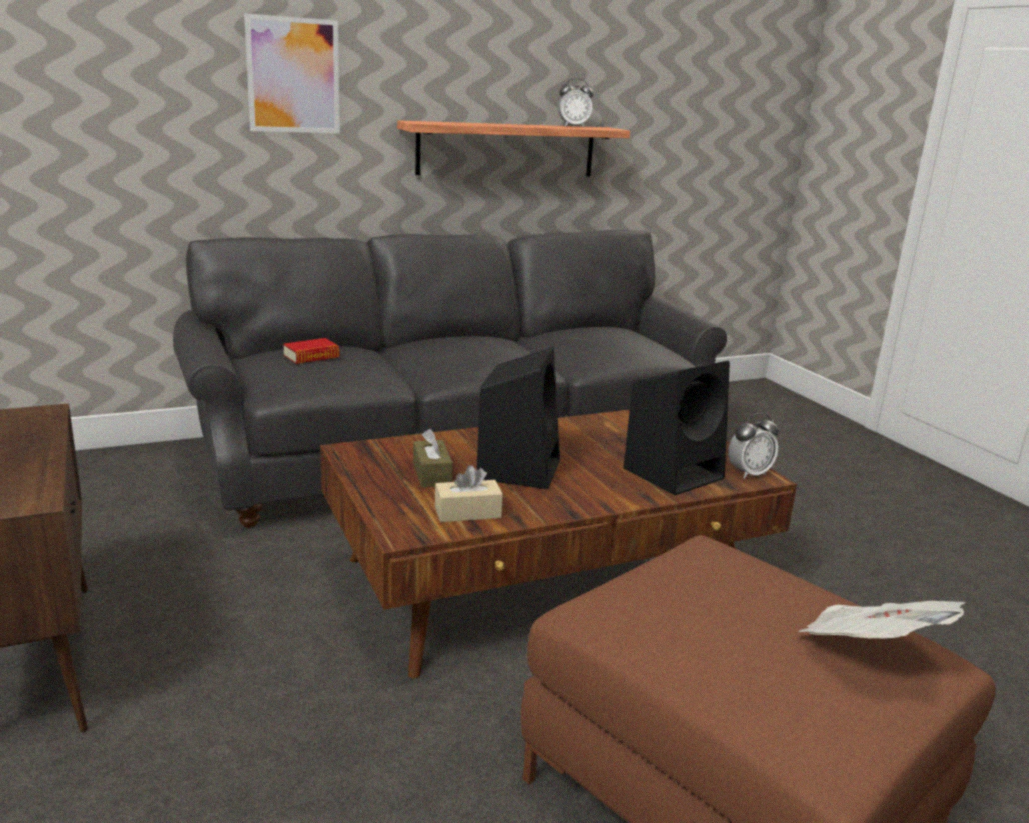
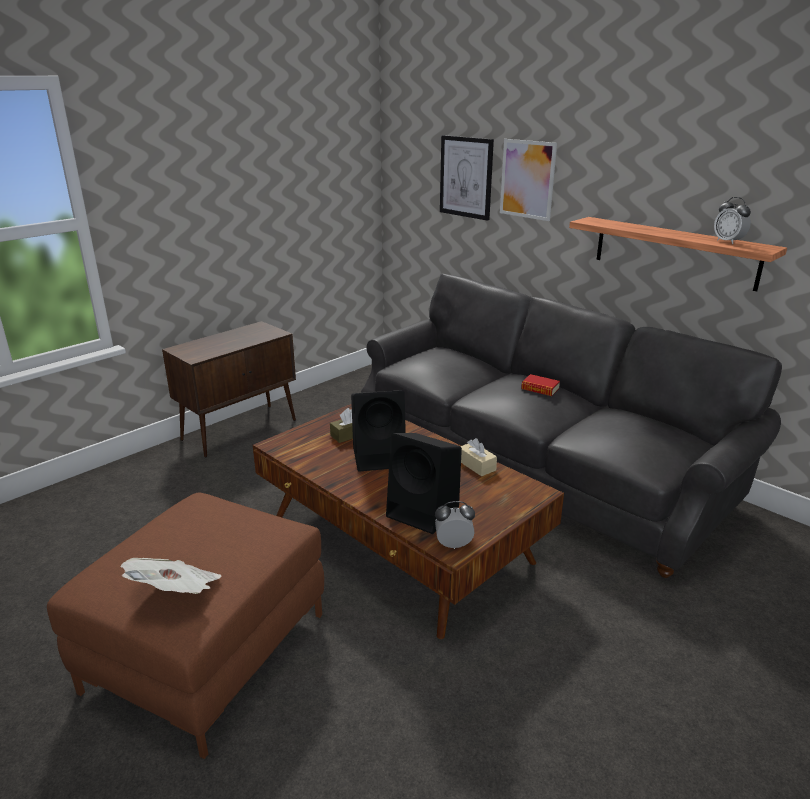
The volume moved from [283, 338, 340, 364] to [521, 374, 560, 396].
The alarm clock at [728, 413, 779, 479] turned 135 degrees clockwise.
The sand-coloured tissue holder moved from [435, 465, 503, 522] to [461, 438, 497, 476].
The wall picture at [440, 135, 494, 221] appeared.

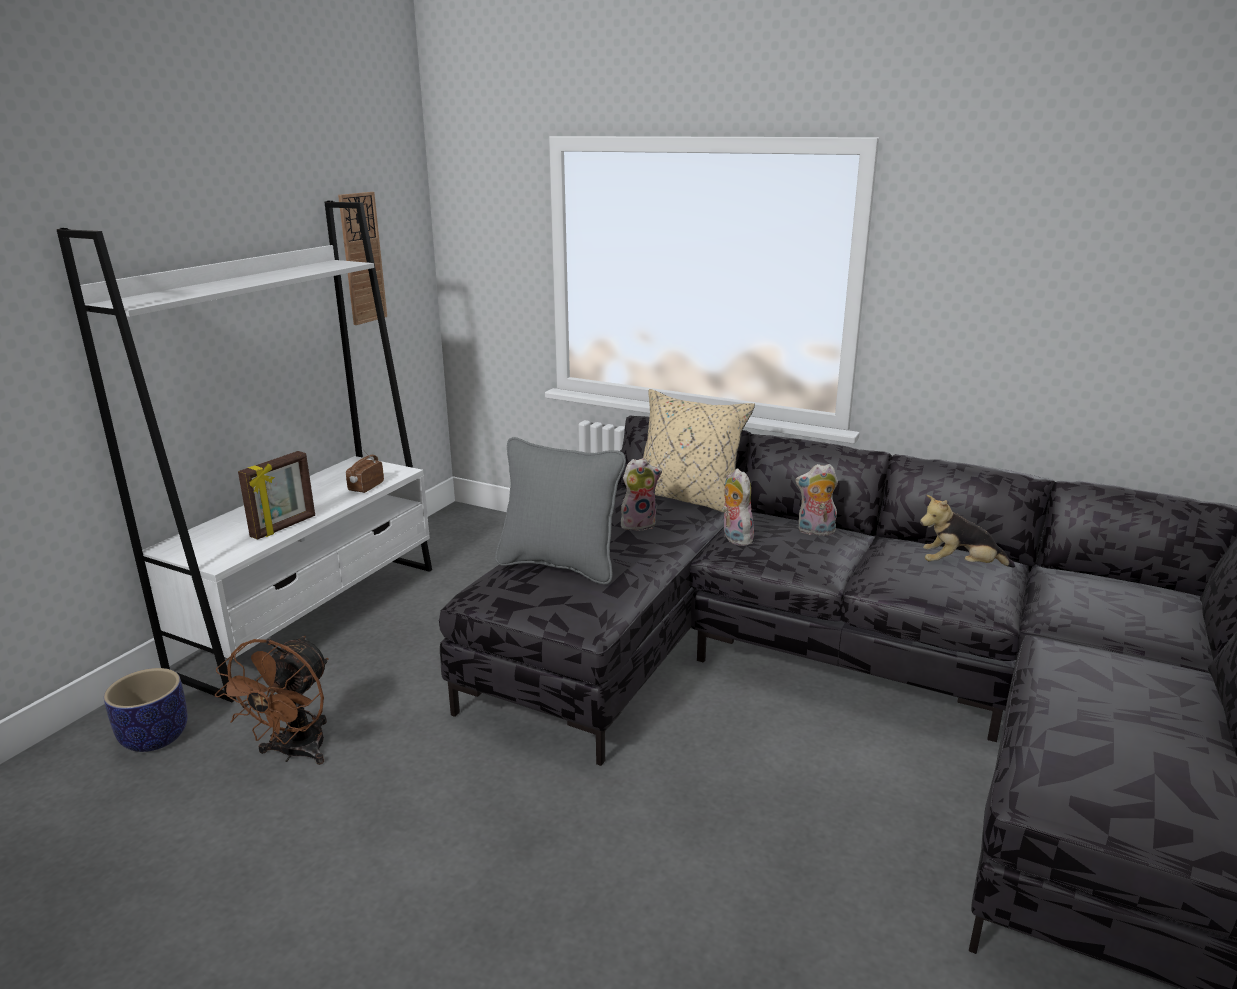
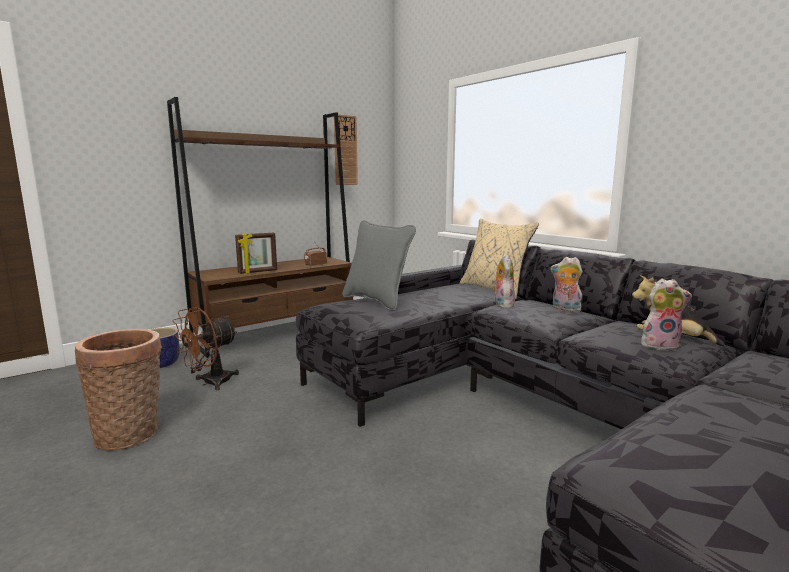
The white shelving unit at [57, 201, 432, 702] became the brownish shelving unit at [167, 97, 353, 358].
The soft toy moved from [621, 458, 662, 531] to [641, 279, 692, 351].
The storage basket at [75, 329, 162, 451] appeared.

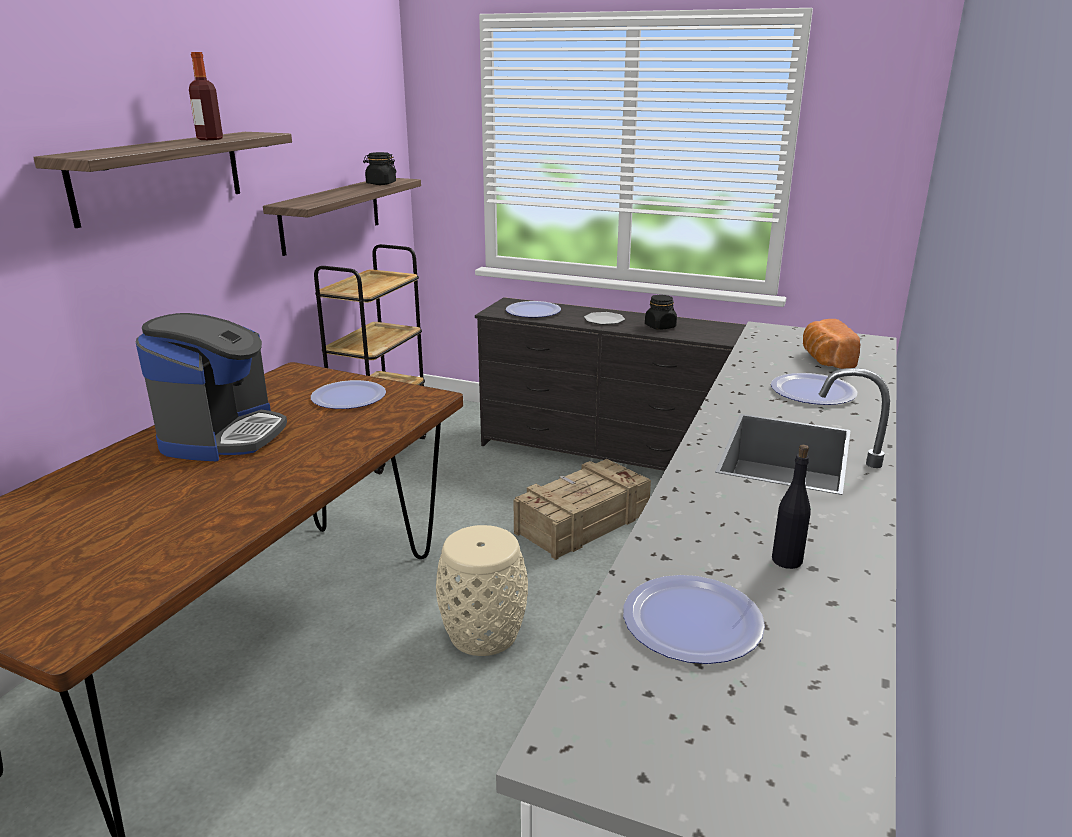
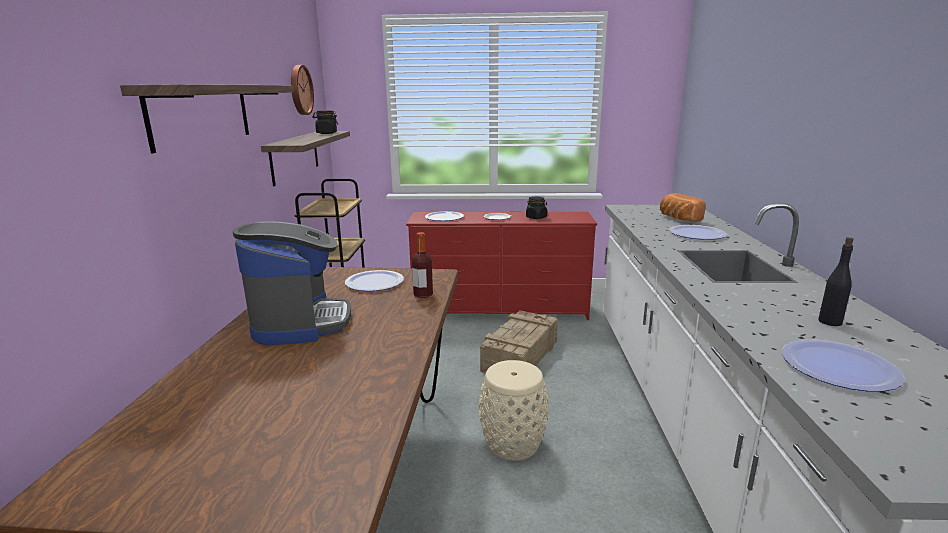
The drink bottle moved from [189, 52, 223, 140] to [412, 232, 433, 298].
The black dresser at [475, 297, 746, 471] became the reddish dresser at [406, 212, 597, 320].
The hanging clock at [291, 65, 314, 115] appeared.

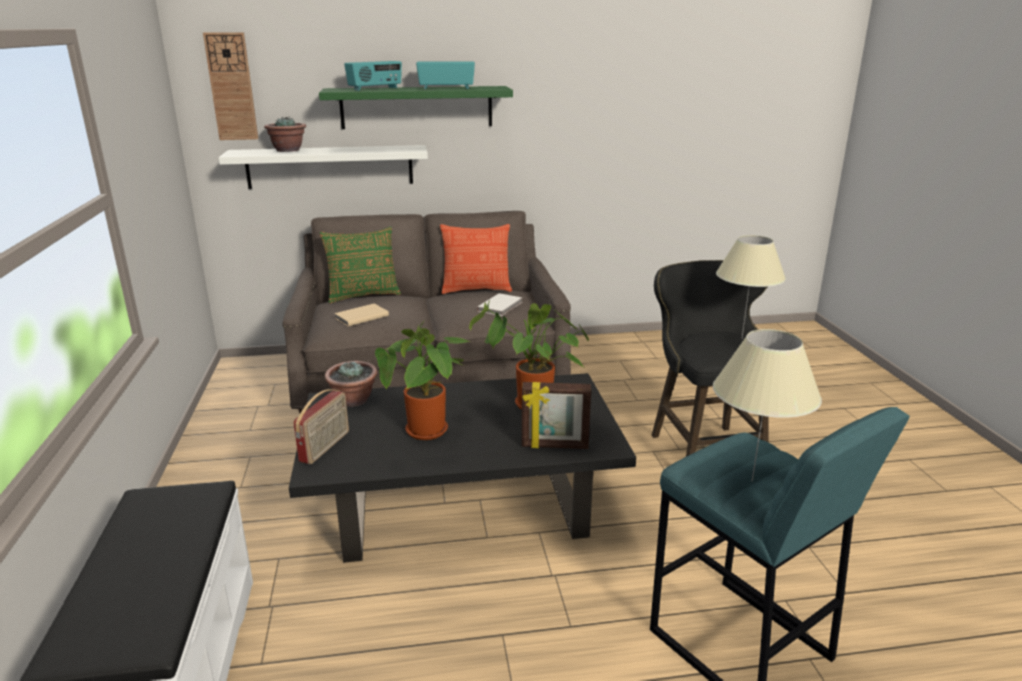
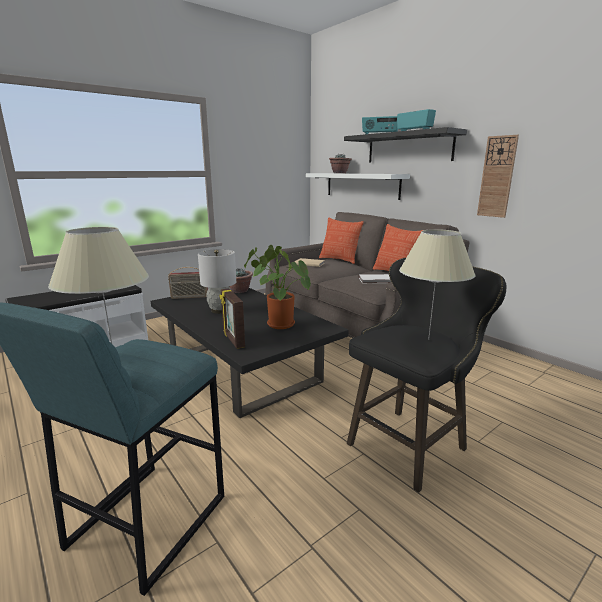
The hanging clock moved from [203, 32, 258, 140] to [477, 135, 519, 218].
The greenish shelf at [319, 86, 513, 129] became the black shelf at [344, 127, 467, 163].
The greenish throw pillow at [320, 227, 401, 304] became the orangey throw pillow at [319, 218, 364, 264].
The houseplant at [375, 321, 470, 440] was replaced by the white tabletop lamp at [198, 249, 236, 314].

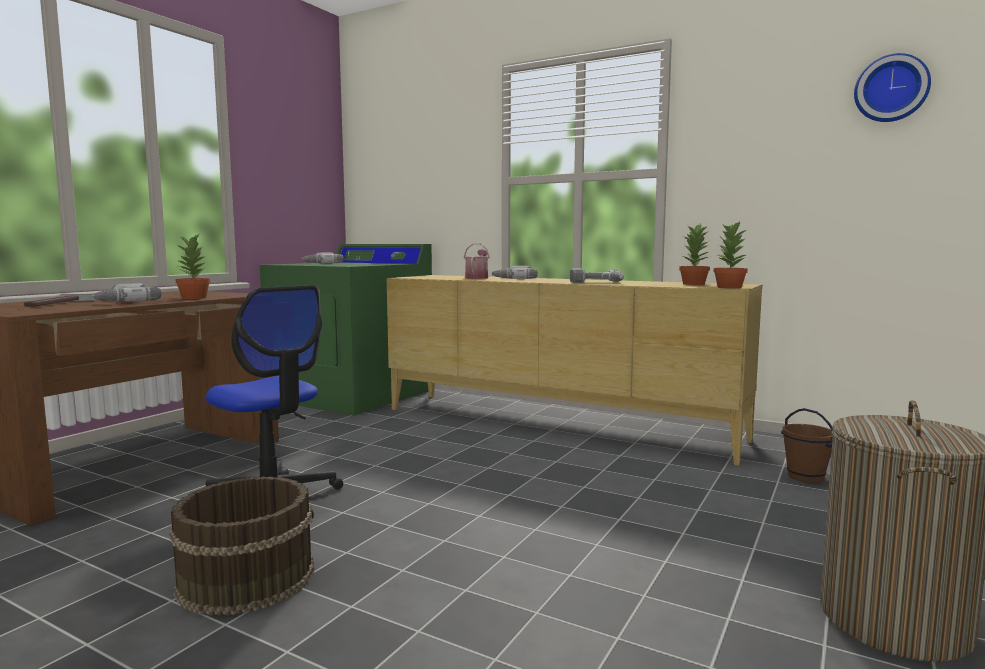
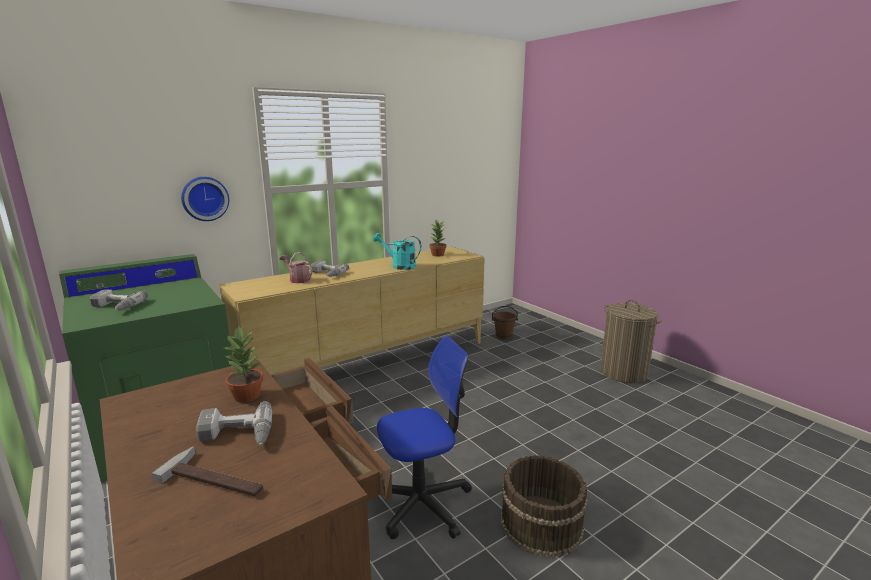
The hanging clock moved from [854, 53, 931, 122] to [181, 177, 229, 221].
The houseplant at [714, 221, 748, 289] disappeared.
The power drill at [570, 268, 624, 283] was replaced by the blue-green sprinkling can at [373, 233, 421, 270].

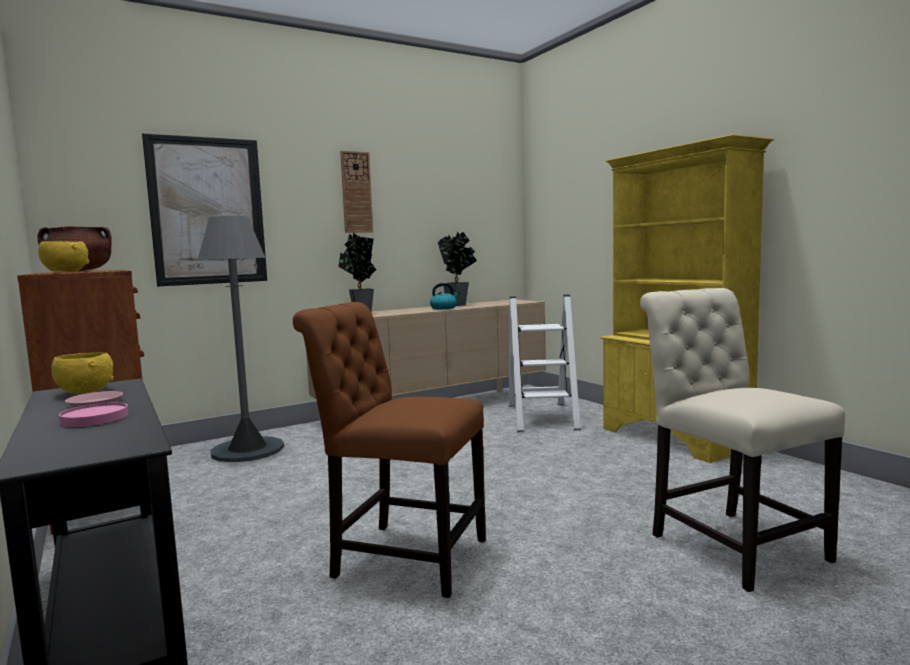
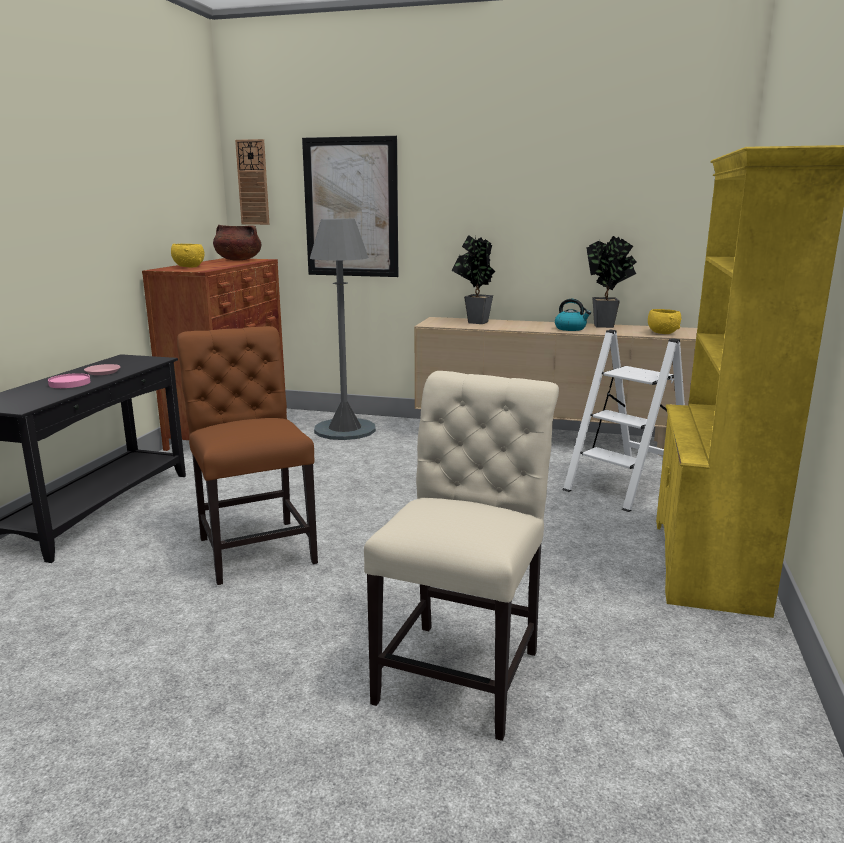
The hanging clock moved from [340, 151, 373, 233] to [235, 139, 269, 225].
The yellowish deep dish moved from [51, 352, 114, 394] to [648, 309, 681, 334].

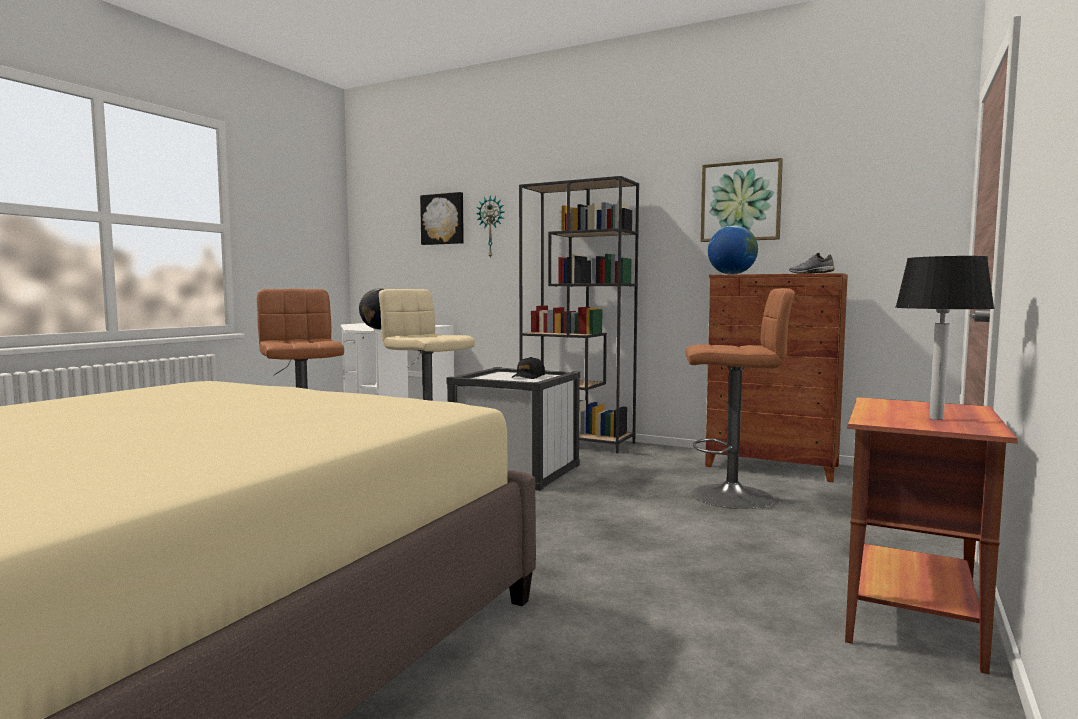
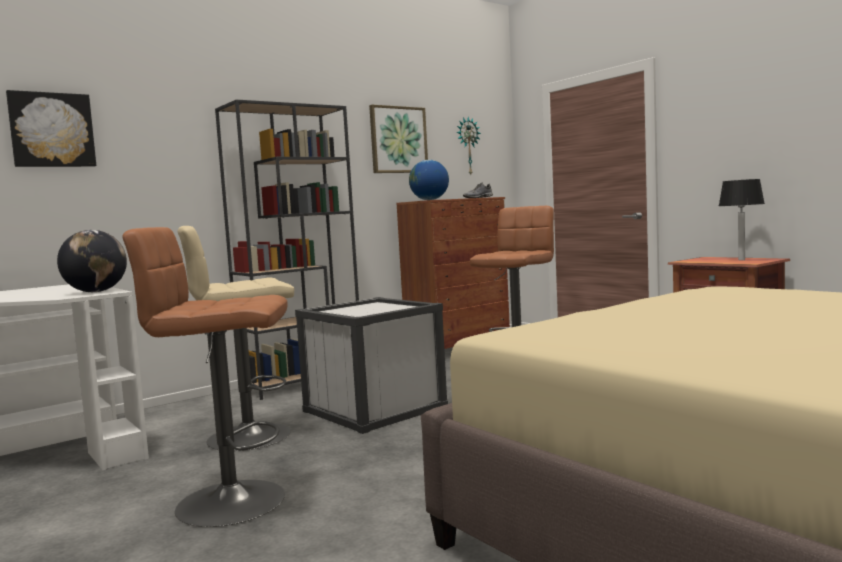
The hanging clock moved from [476, 196, 505, 259] to [456, 117, 481, 174].
The black peaked cap at [512, 357, 545, 379] disappeared.

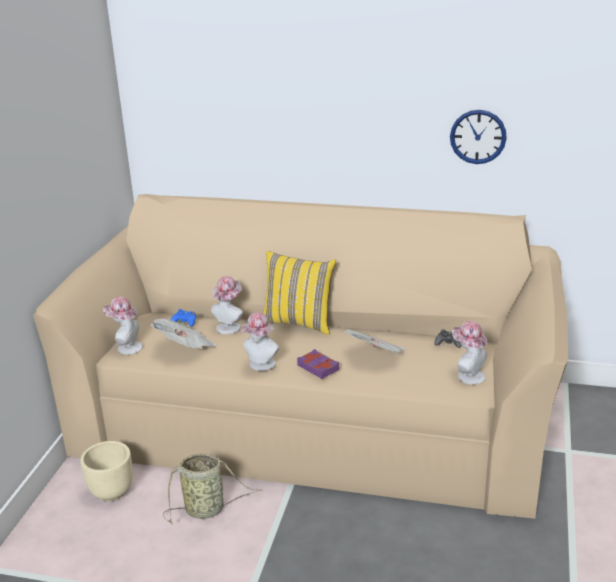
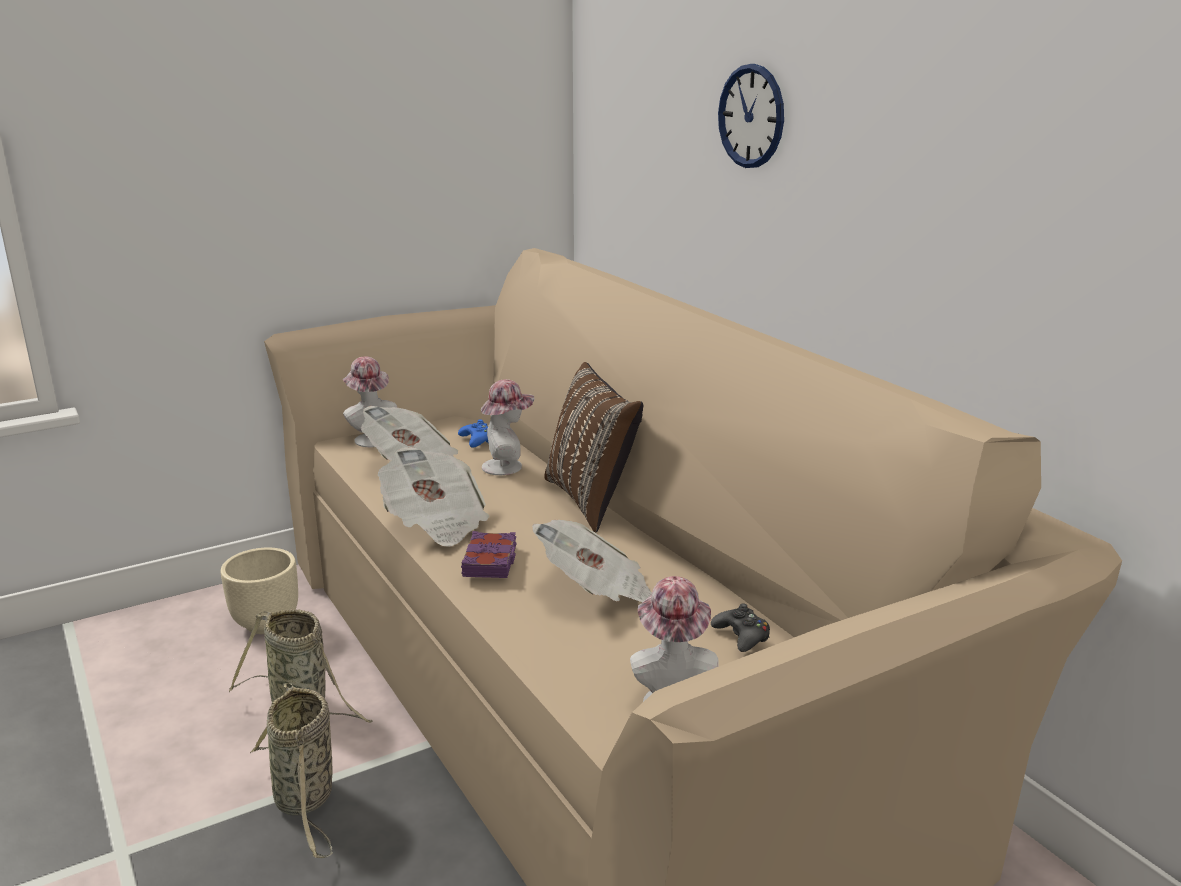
The hanging clock moved from [450, 110, 507, 164] to [718, 64, 784, 168].
The yellowish throw pillow at [263, 251, 336, 335] became the brownish throw pillow at [544, 362, 643, 532].
The wearable hat at [242, 312, 279, 371] was replaced by the daily paper at [378, 447, 489, 547].
The storage basket at [250, 683, 332, 858] appeared.

